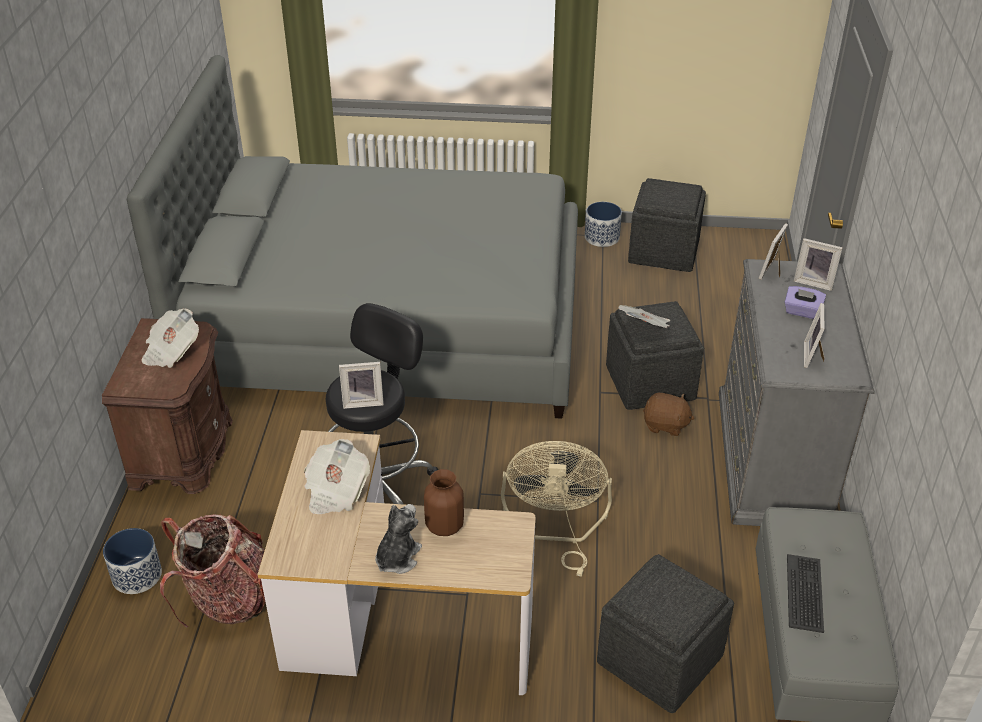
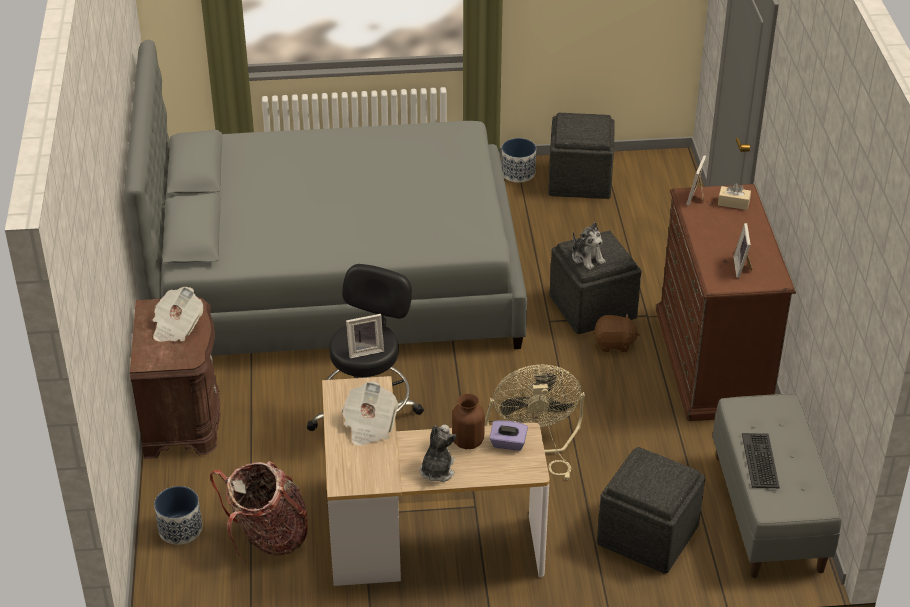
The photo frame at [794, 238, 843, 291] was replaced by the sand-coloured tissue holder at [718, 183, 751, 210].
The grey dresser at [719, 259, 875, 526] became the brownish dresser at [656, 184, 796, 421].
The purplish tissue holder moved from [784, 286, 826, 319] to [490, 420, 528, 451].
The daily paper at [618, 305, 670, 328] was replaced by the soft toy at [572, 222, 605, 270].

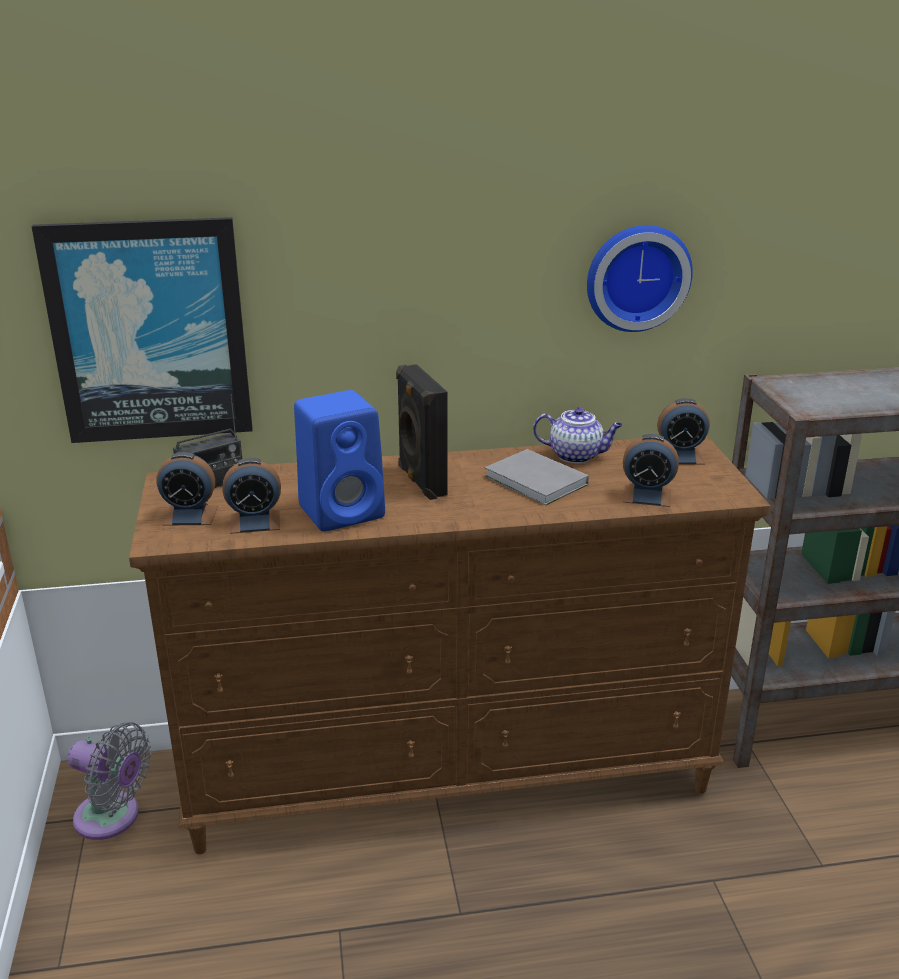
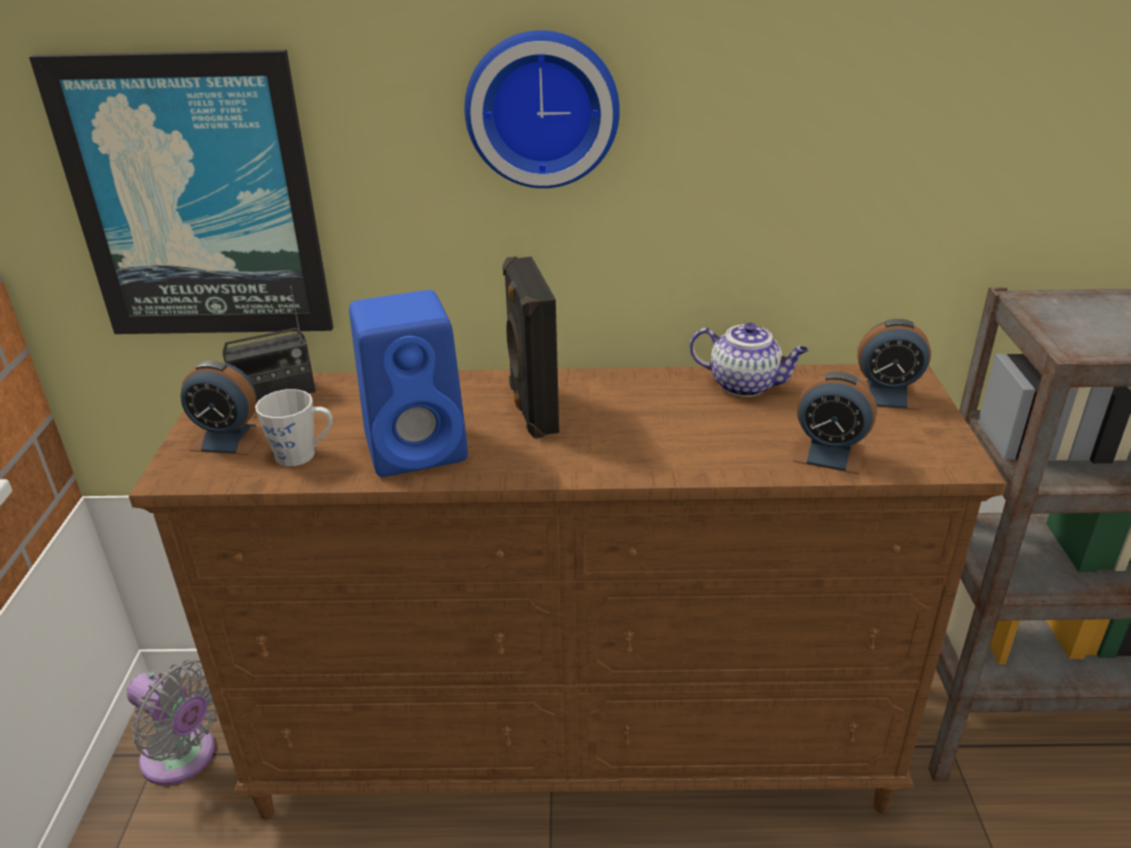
The hanging clock moved from [587, 225, 693, 332] to [465, 30, 620, 188].
The grey volume at [484, 449, 589, 505] disappeared.
The alarm clock at [223, 458, 281, 534] was replaced by the grey mug at [255, 389, 333, 466].

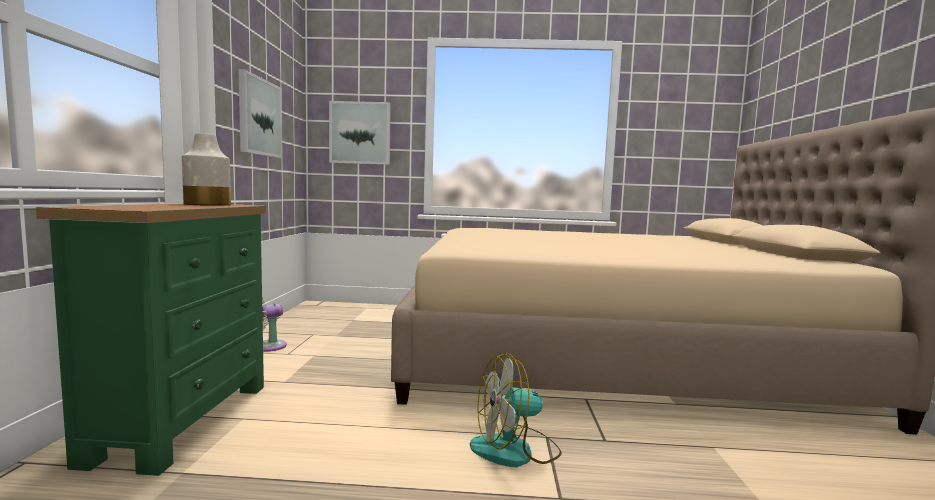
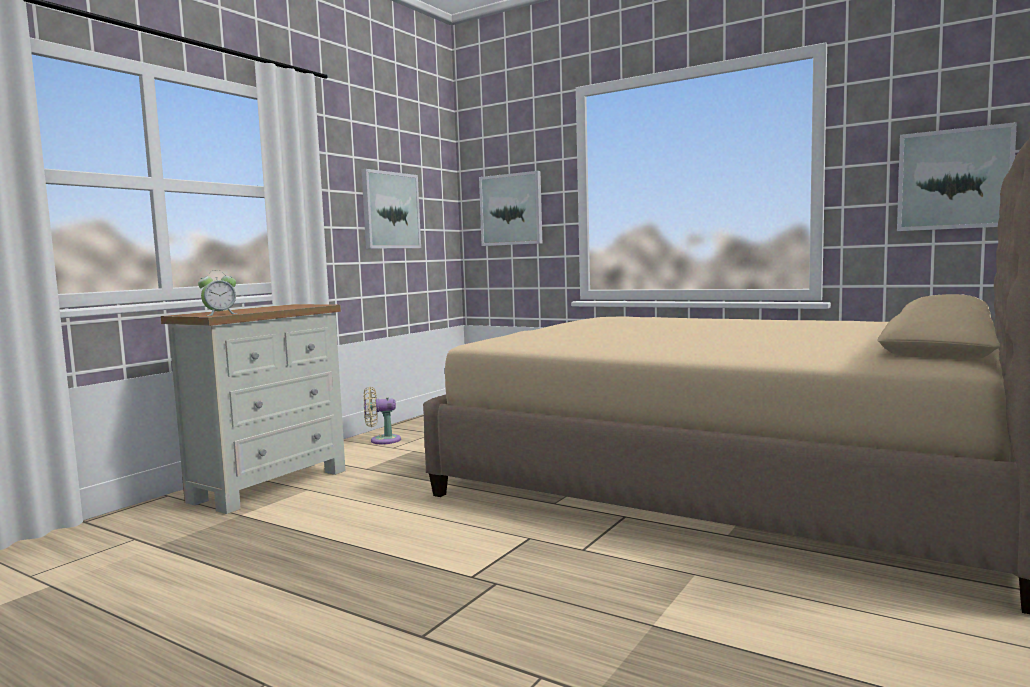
The sand-coloured decorative vase at [182, 133, 231, 206] disappeared.
The greenish dresser at [36, 203, 267, 476] became the white dresser at [161, 304, 346, 514].
The electric fan at [470, 353, 562, 467] disappeared.
The wall picture at [897, 122, 1017, 231] appeared.
The alarm clock at [198, 270, 238, 316] appeared.

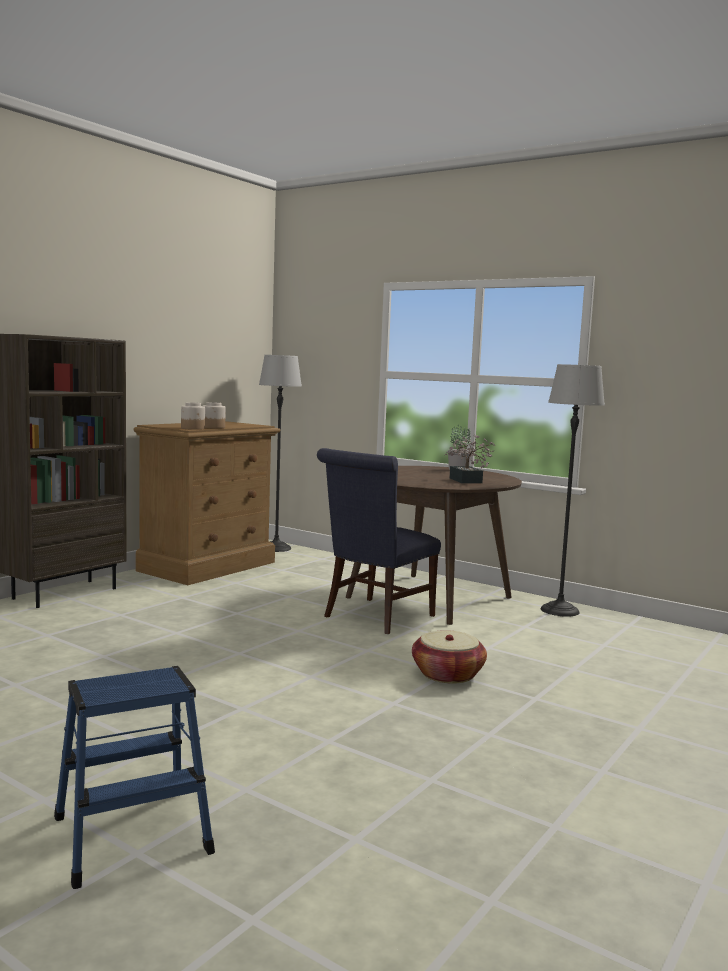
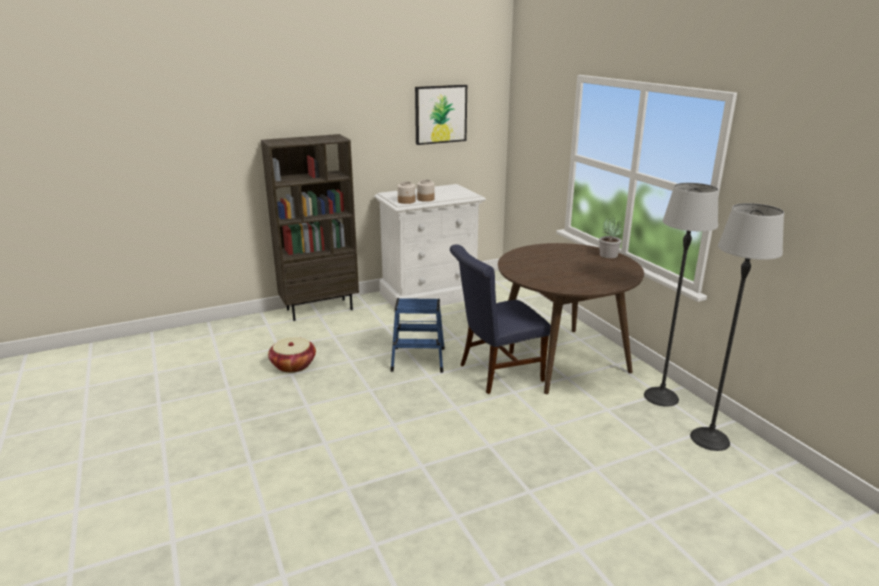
The standard lamp moved from [259, 355, 302, 552] to [690, 203, 784, 451].
The brownish dresser at [133, 421, 281, 585] became the white dresser at [374, 184, 486, 314].
The houseplant at [445, 435, 496, 483] disappeared.
The storage basket moved from [412, 630, 487, 684] to [268, 337, 316, 373].
The blue step ladder moved from [54, 666, 215, 889] to [390, 298, 445, 373].
The wall picture at [415, 85, 467, 145] appeared.

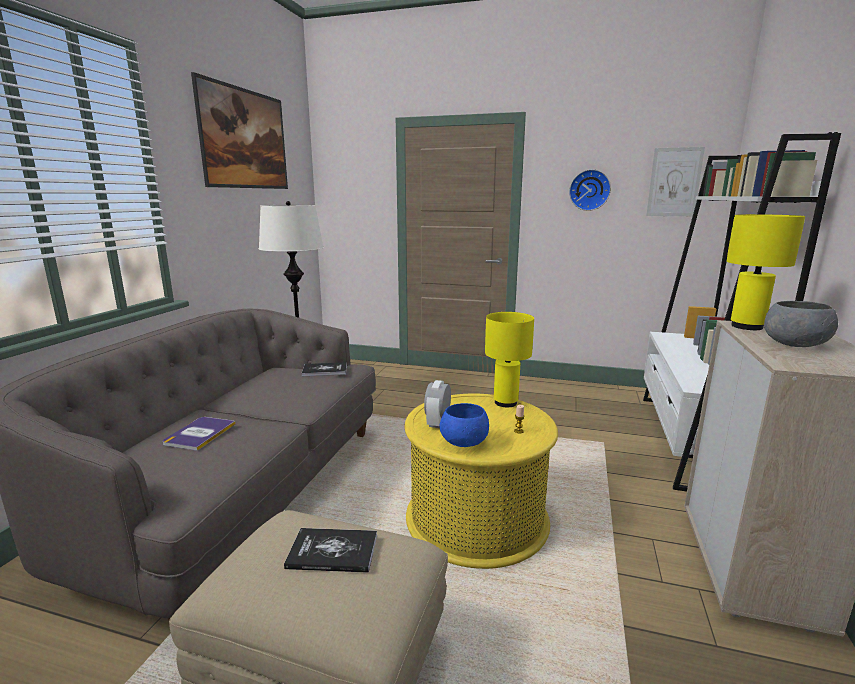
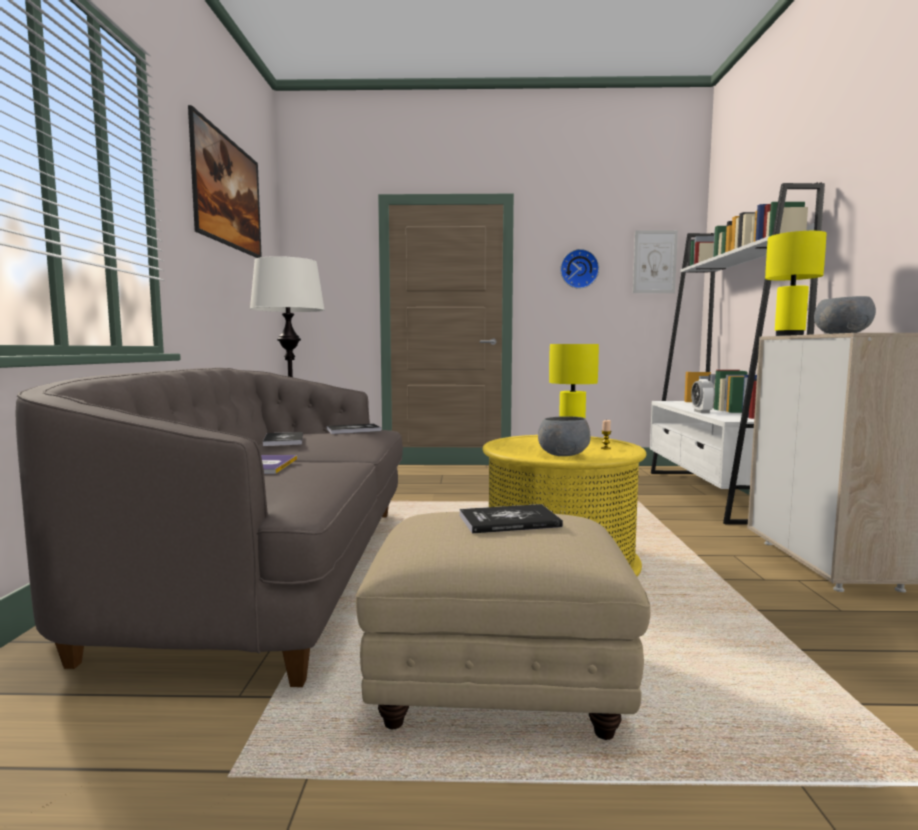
The alarm clock moved from [424, 380, 451, 428] to [691, 379, 715, 413].
The blue deep dish at [440, 403, 489, 447] became the grey deep dish at [538, 416, 591, 456].
The volume at [263, 432, 303, 446] appeared.

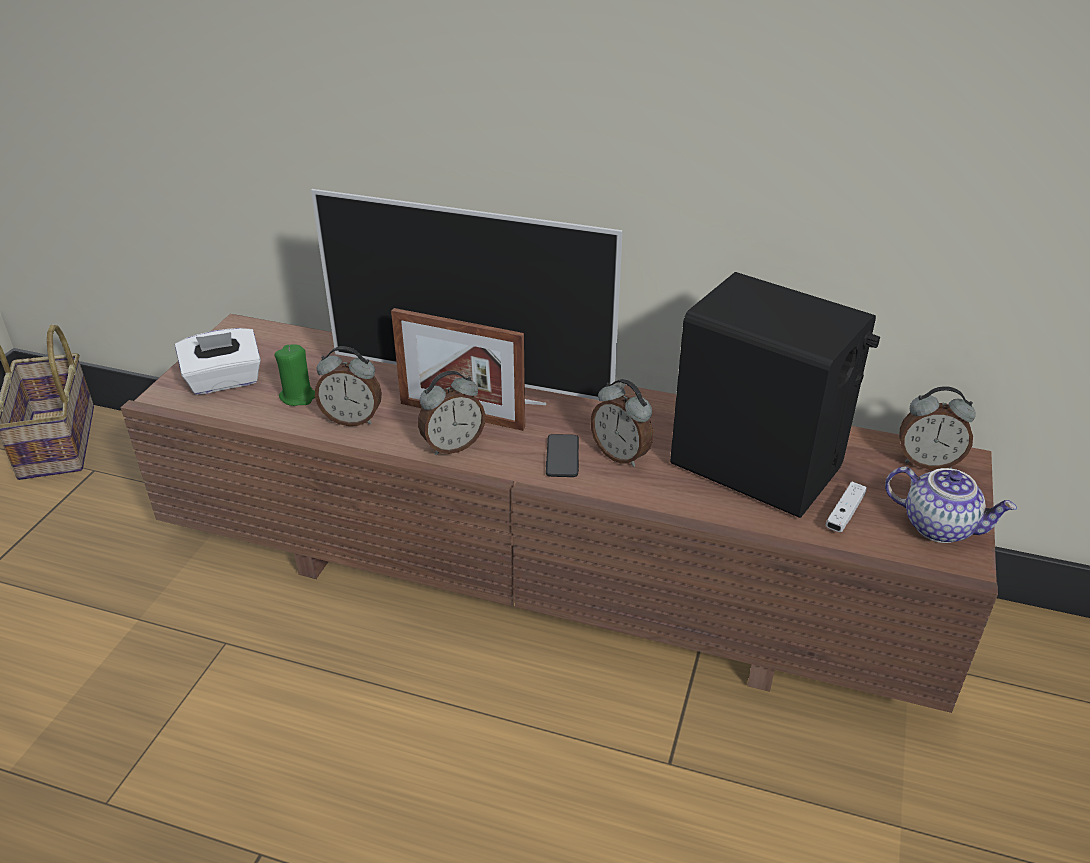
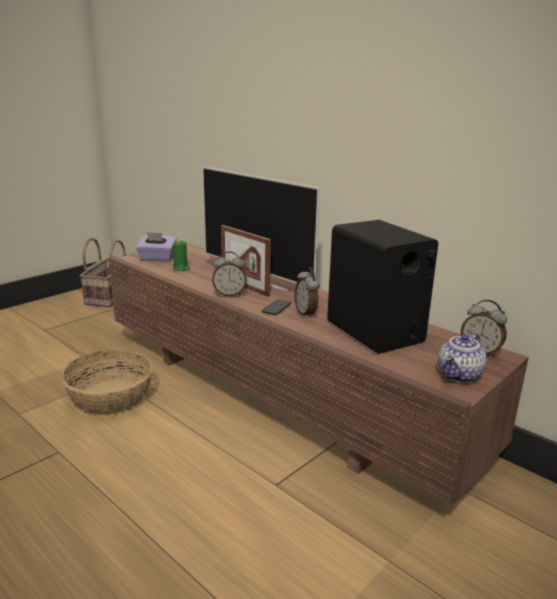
The white tissue holder at [175, 328, 261, 395] became the purplish tissue holder at [136, 232, 177, 261].
The alarm clock at [315, 346, 382, 426] disappeared.
The tea pot at [885, 467, 1017, 543] turned 75 degrees clockwise.
The white joypad at [825, 482, 867, 532] disappeared.
The storage basket at [61, 349, 154, 416] appeared.

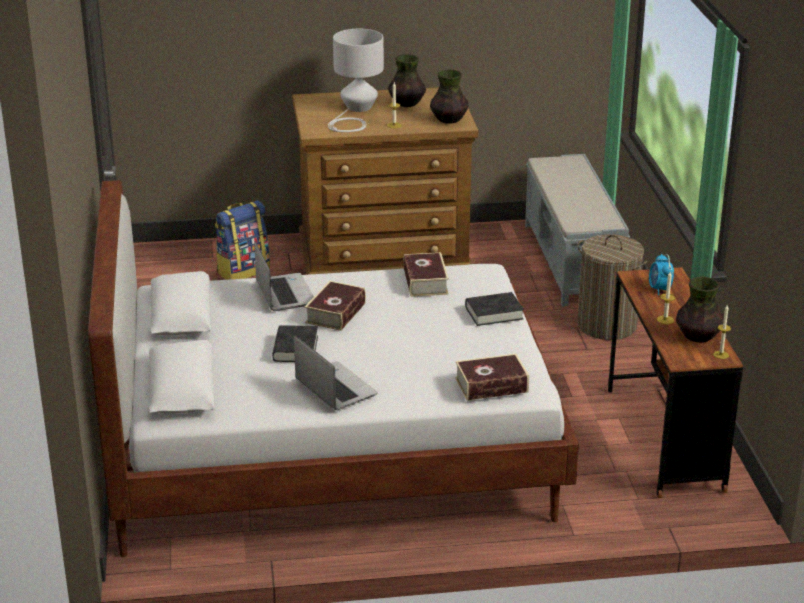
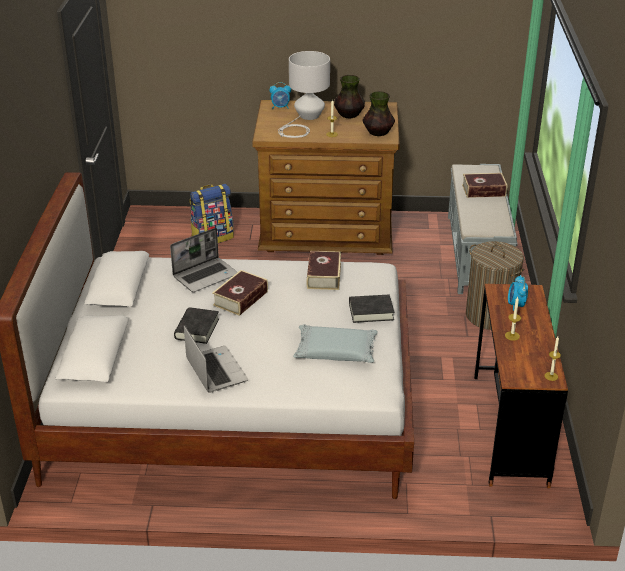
The notebook computer at [254, 241, 314, 311] turned 60 degrees clockwise.
The decorative vase at [676, 277, 724, 343] disappeared.
The volume moved from [455, 354, 529, 400] to [462, 173, 508, 198].
The alarm clock at [269, 82, 291, 109] appeared.
The blue throw pillow at [293, 324, 378, 363] appeared.

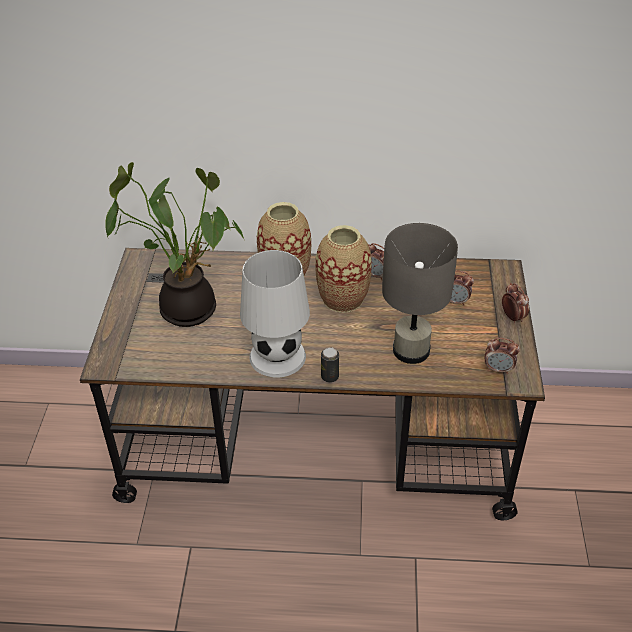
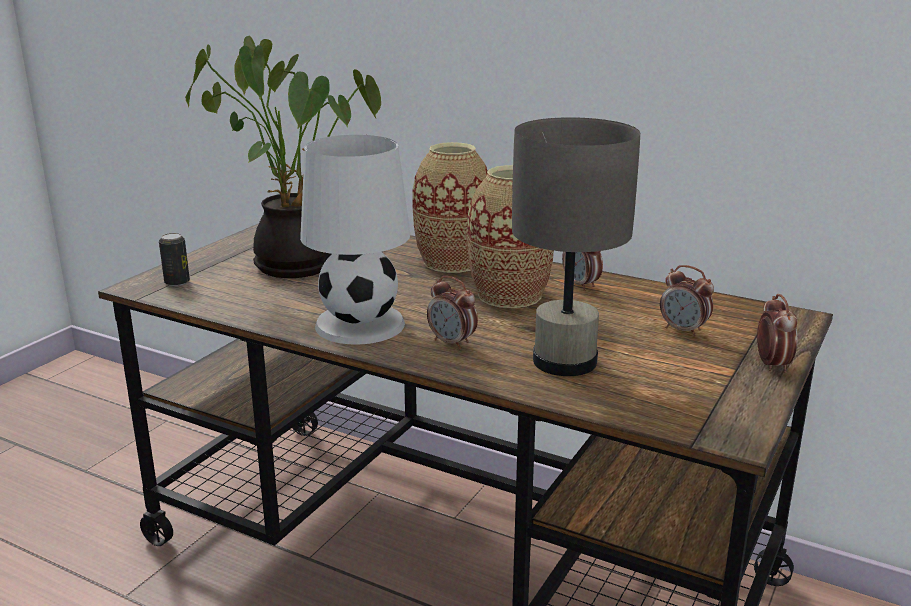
The alarm clock moved from [485, 338, 520, 374] to [427, 276, 478, 349].
The metal can moved from [321, 347, 339, 383] to [159, 233, 190, 286].

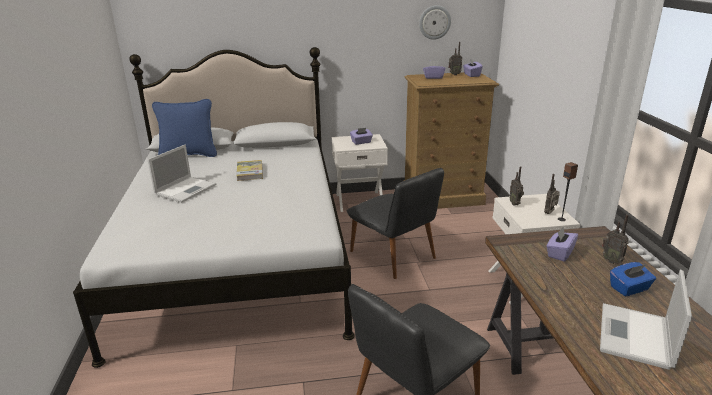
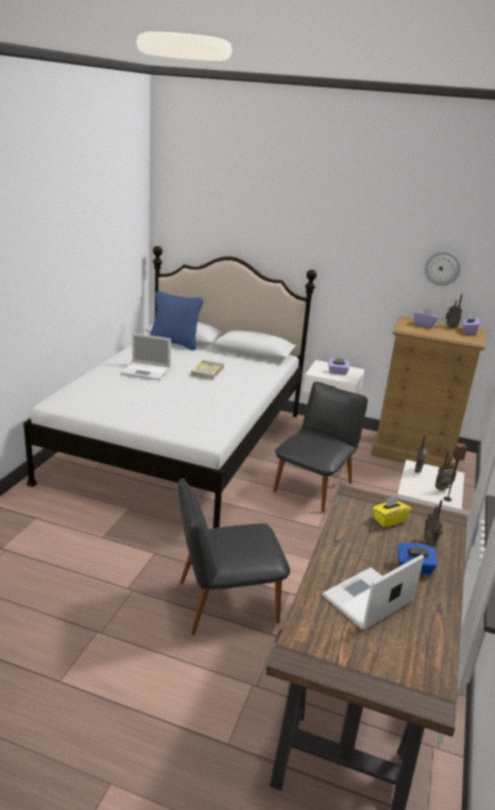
The notebook computer at [148, 144, 216, 203] turned 45 degrees clockwise.
The black upright chair at [347, 168, 444, 279] turned 135 degrees counterclockwise.
The purplish tissue holder at [546, 227, 578, 262] became the yellowish tissue holder at [372, 496, 411, 528].

